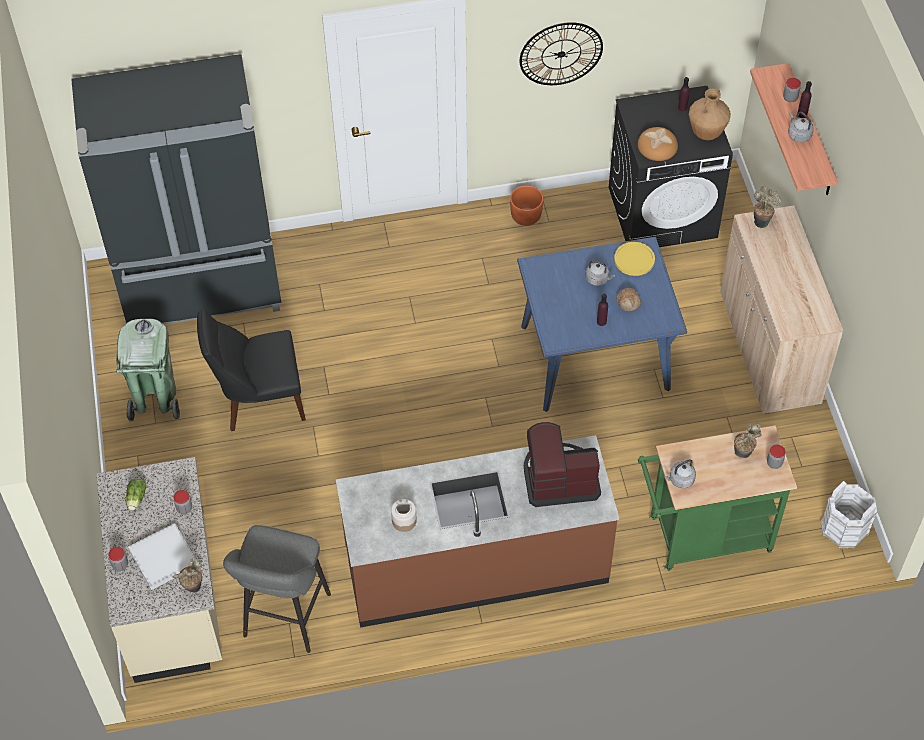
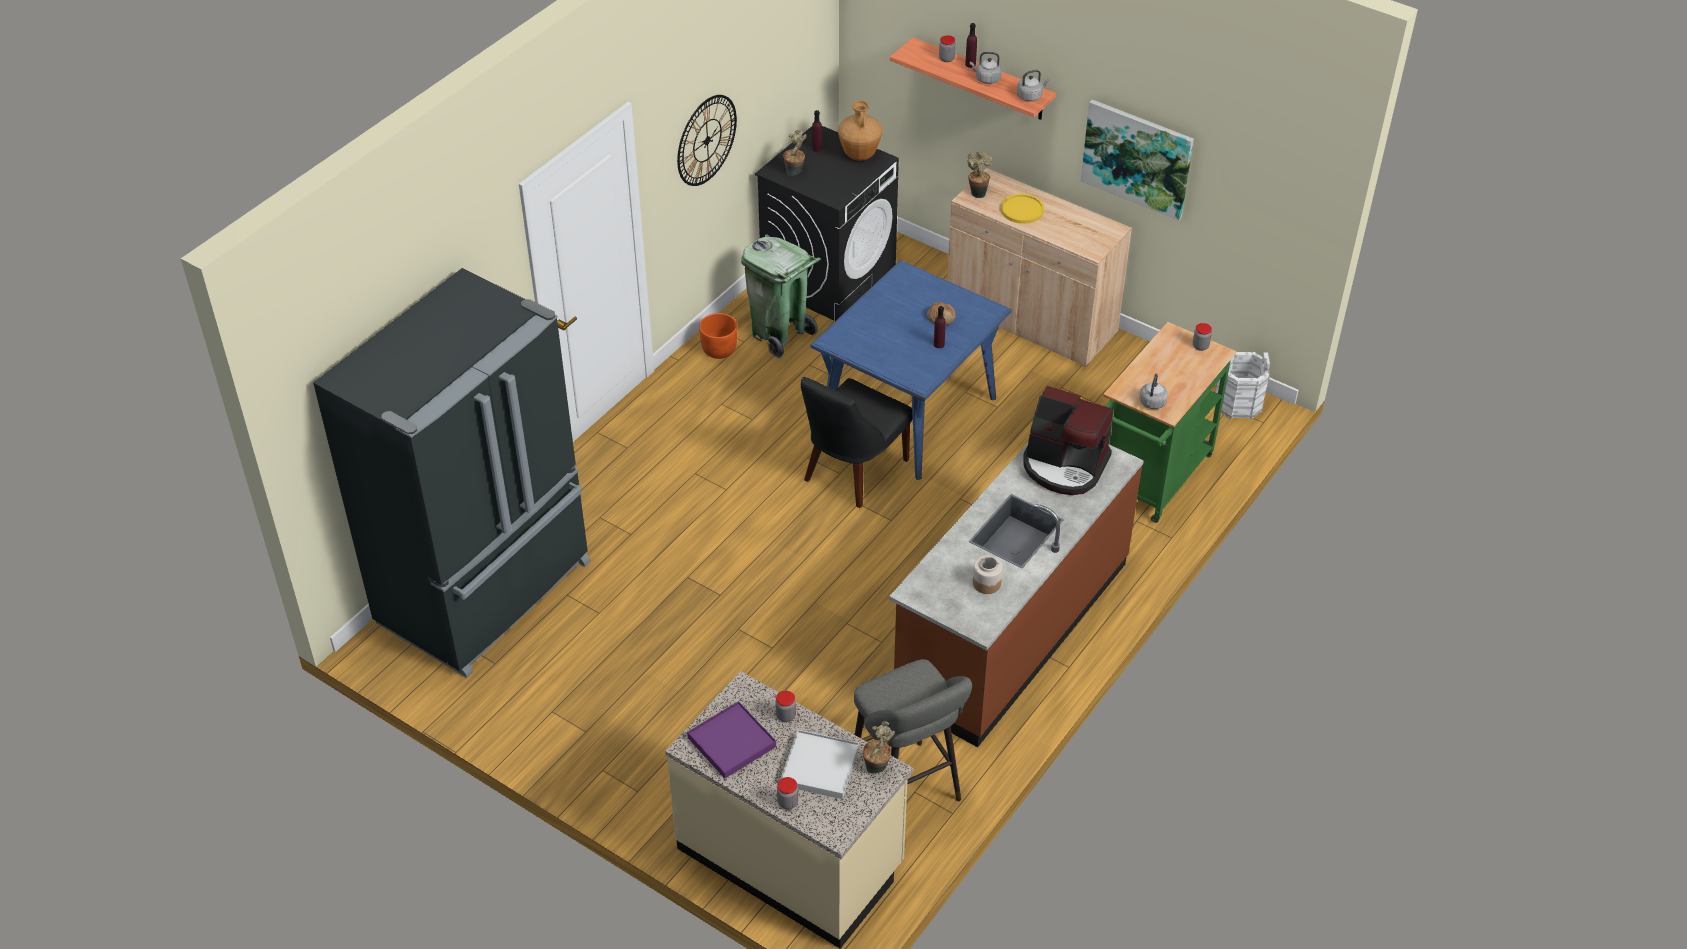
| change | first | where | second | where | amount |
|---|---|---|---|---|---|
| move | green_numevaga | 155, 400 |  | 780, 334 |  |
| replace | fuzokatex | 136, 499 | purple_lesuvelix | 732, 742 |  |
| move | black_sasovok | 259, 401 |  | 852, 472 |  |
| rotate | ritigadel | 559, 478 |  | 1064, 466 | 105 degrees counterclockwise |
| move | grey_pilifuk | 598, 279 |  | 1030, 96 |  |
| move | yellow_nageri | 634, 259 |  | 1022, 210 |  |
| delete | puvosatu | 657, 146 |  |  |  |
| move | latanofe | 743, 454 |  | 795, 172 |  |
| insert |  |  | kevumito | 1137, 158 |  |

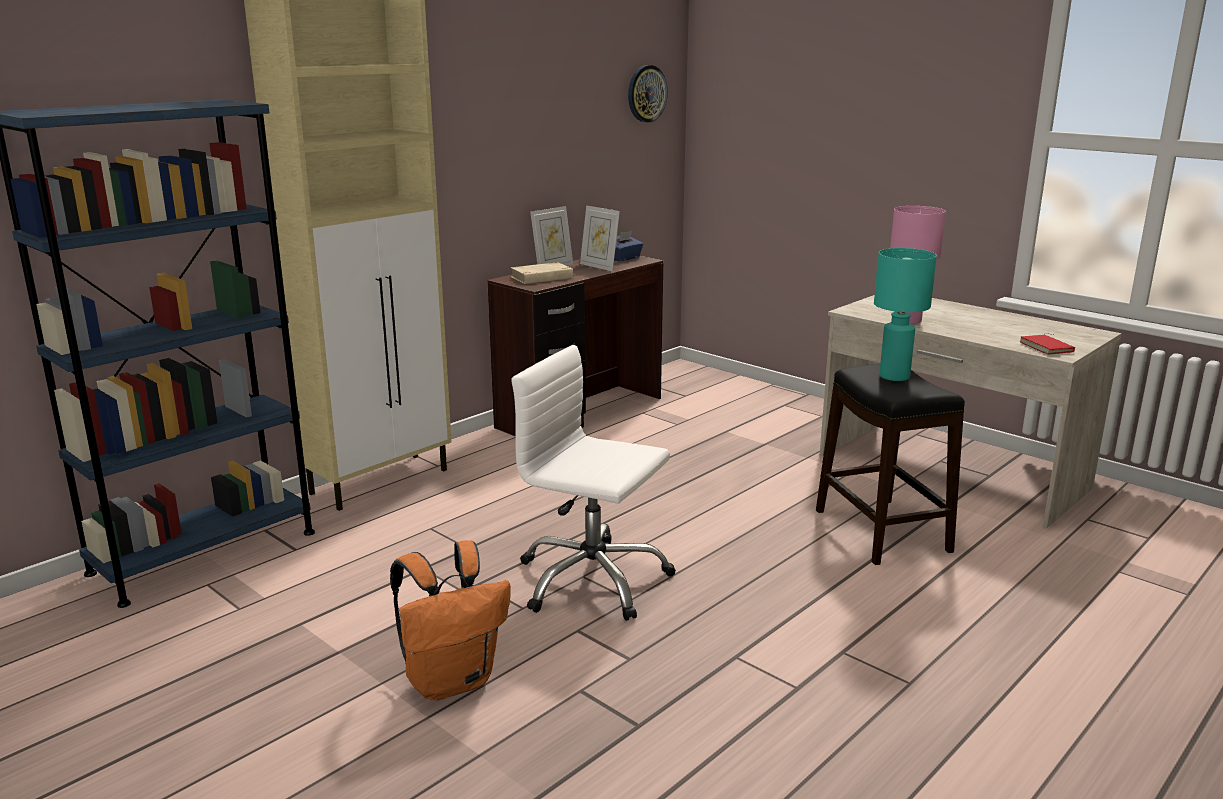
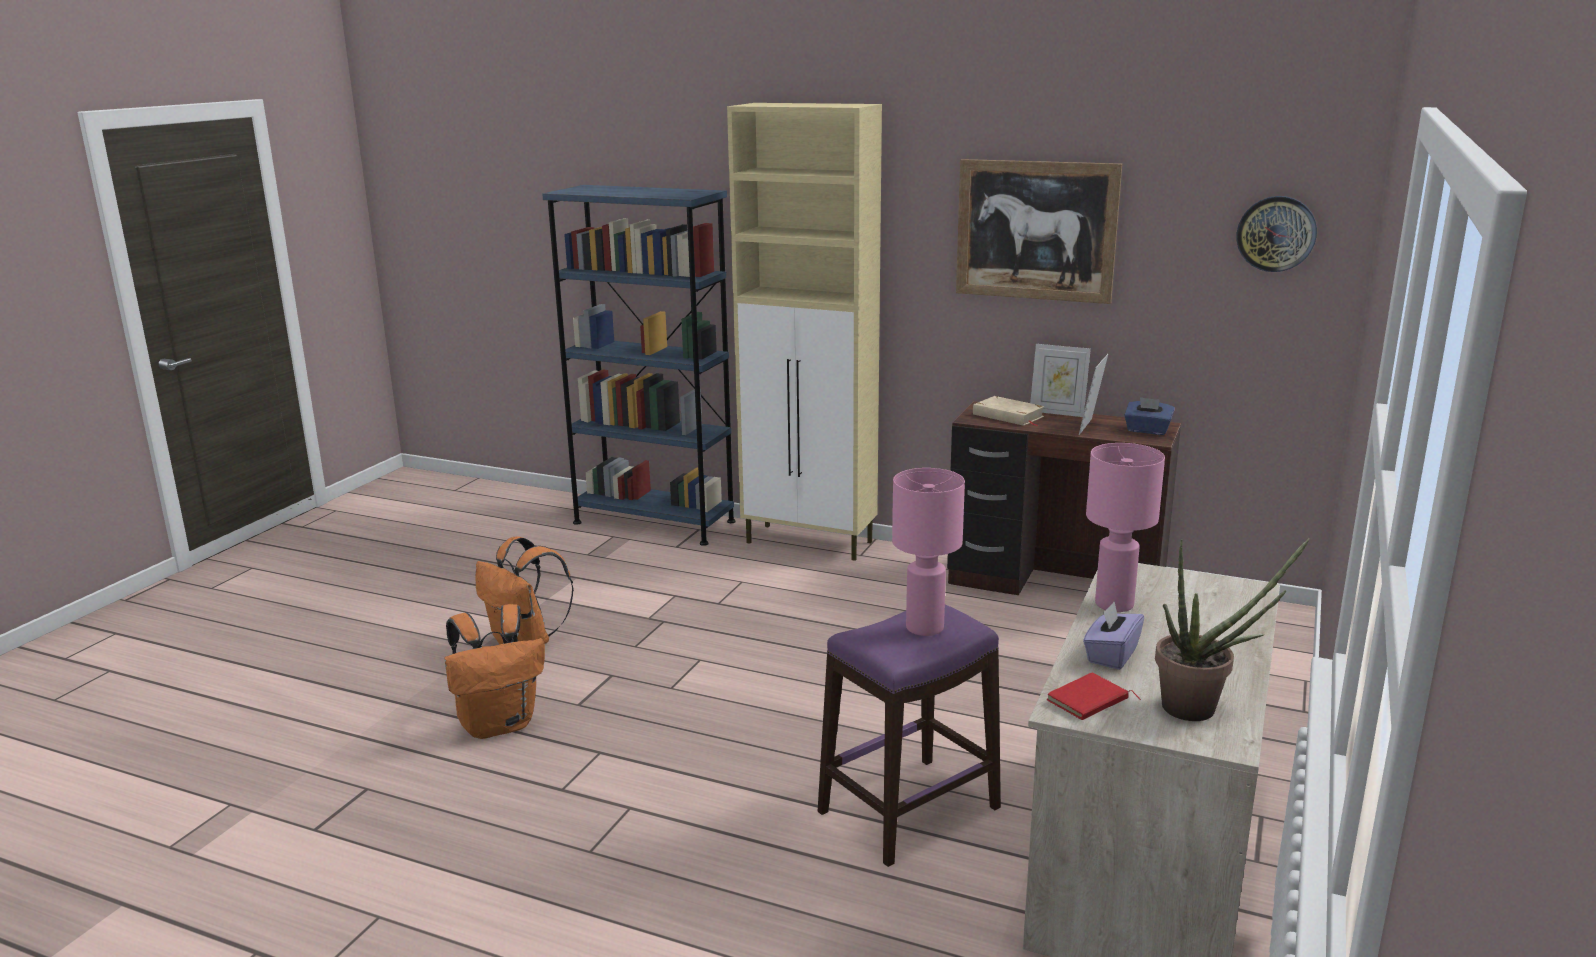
| change | first | where | second | where | amount |
|---|---|---|---|---|---|
| delete | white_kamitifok | 592, 580 |  |  |  |
| recolor | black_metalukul | 881, 531 | purple_metalukul | 907, 809 |  |
| recolor | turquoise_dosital | 894, 376 | pink_dosital | 926, 628 |  |
| insert |  |  | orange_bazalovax | 499, 724 |  |
| insert |  |  | kevumito | 1036, 230 |  |
| insert |  |  | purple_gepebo | 1111, 655 |  |
| insert |  |  | latanofe | 1201, 709 |  |

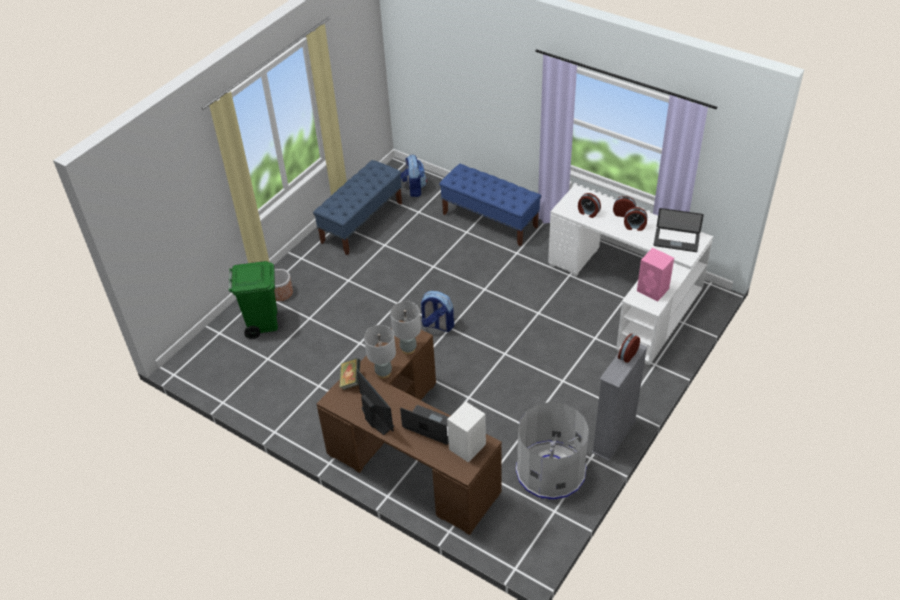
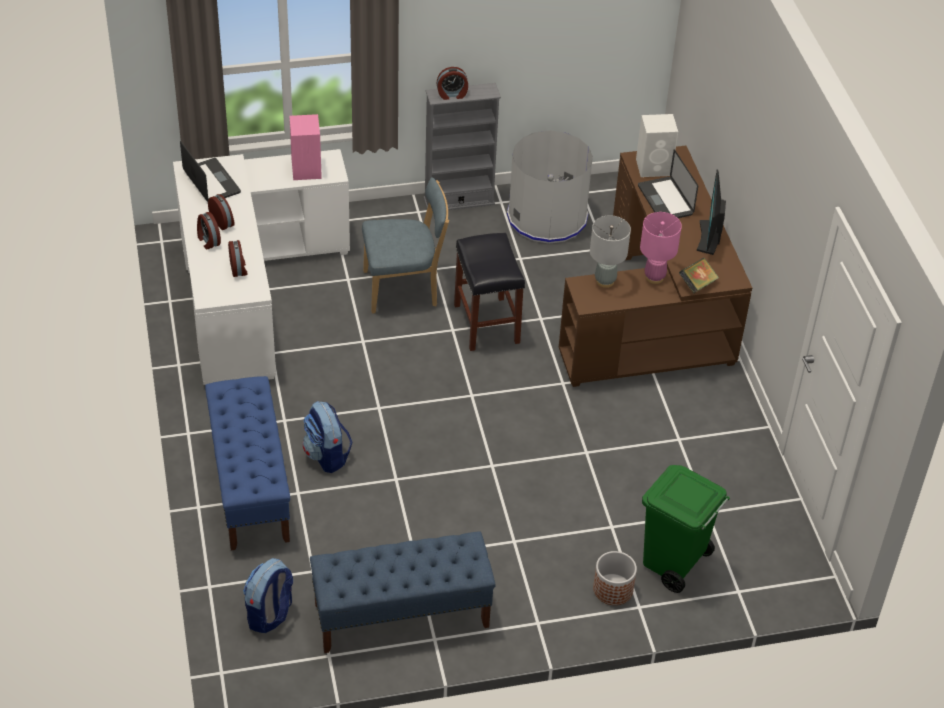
| change | first | where | second | where | amount |
|---|---|---|---|---|---|
| recolor | grey_dosital | 383, 373 | pink_dosital | 654, 277 |  |
| move | bazalovax | 437, 325 |  | 327, 456 |  |
| insert |  |  | blue_sasovok | 404, 289 |  |
| insert |  |  | black_metalukul | 485, 323 |  |

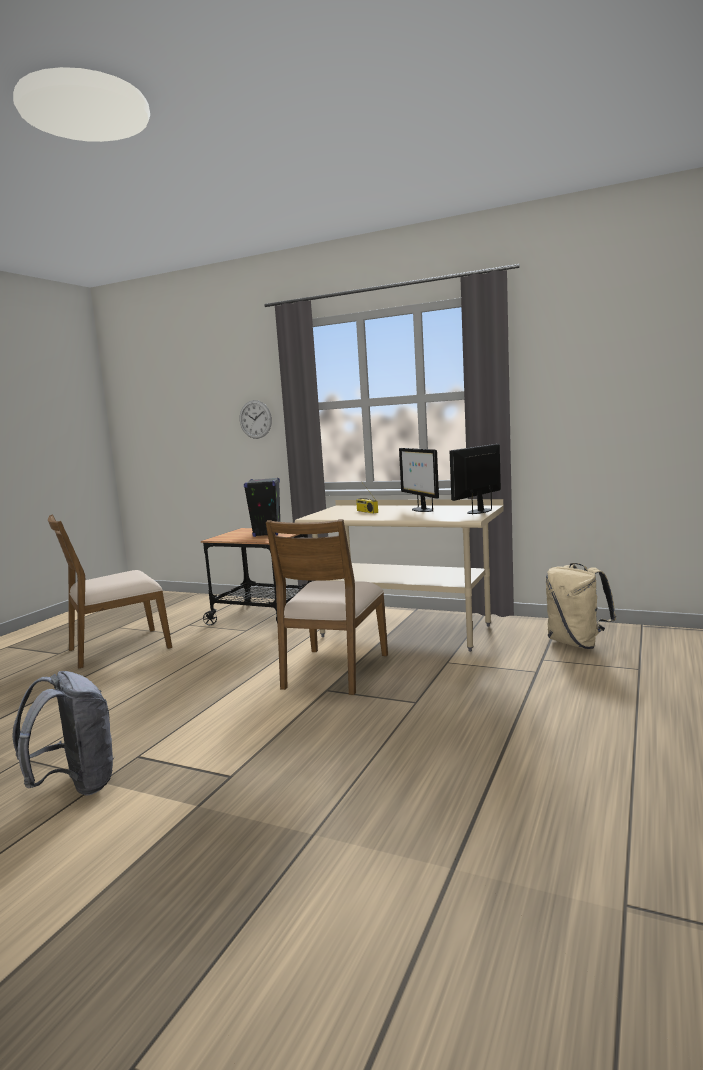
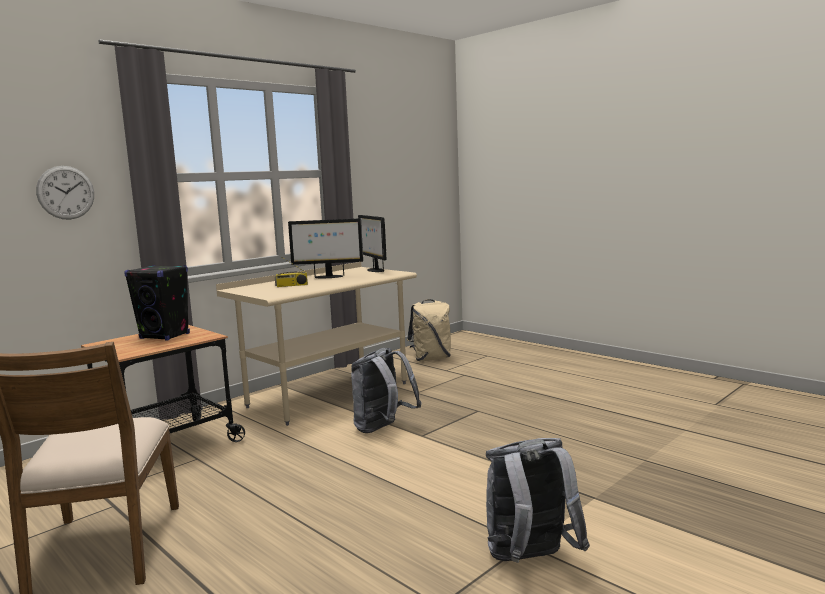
| change | first | where | second | where | amount |
|---|---|---|---|---|---|
| replace | brown_sasovok | 334, 671 | grey_bazalovax | 383, 429 |  |

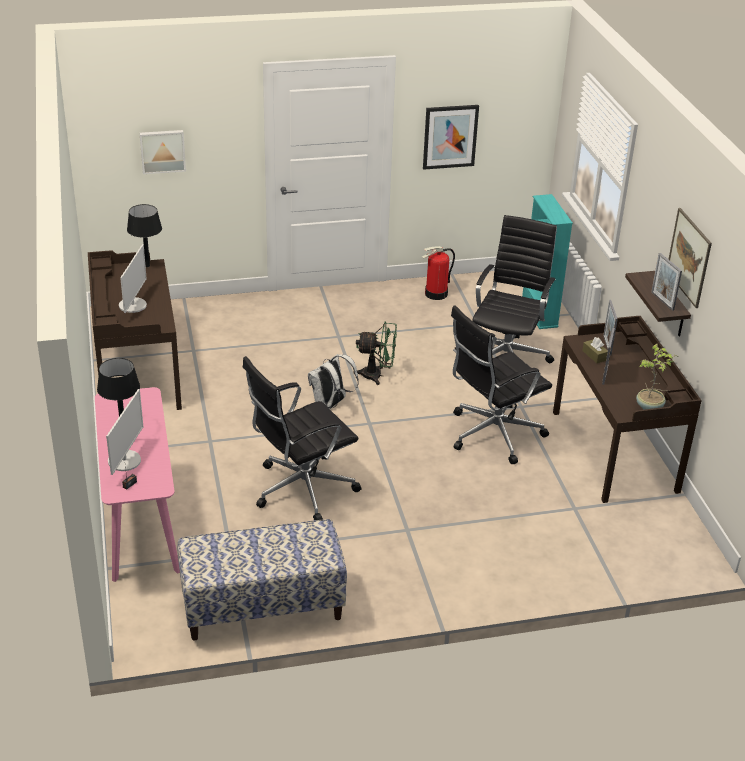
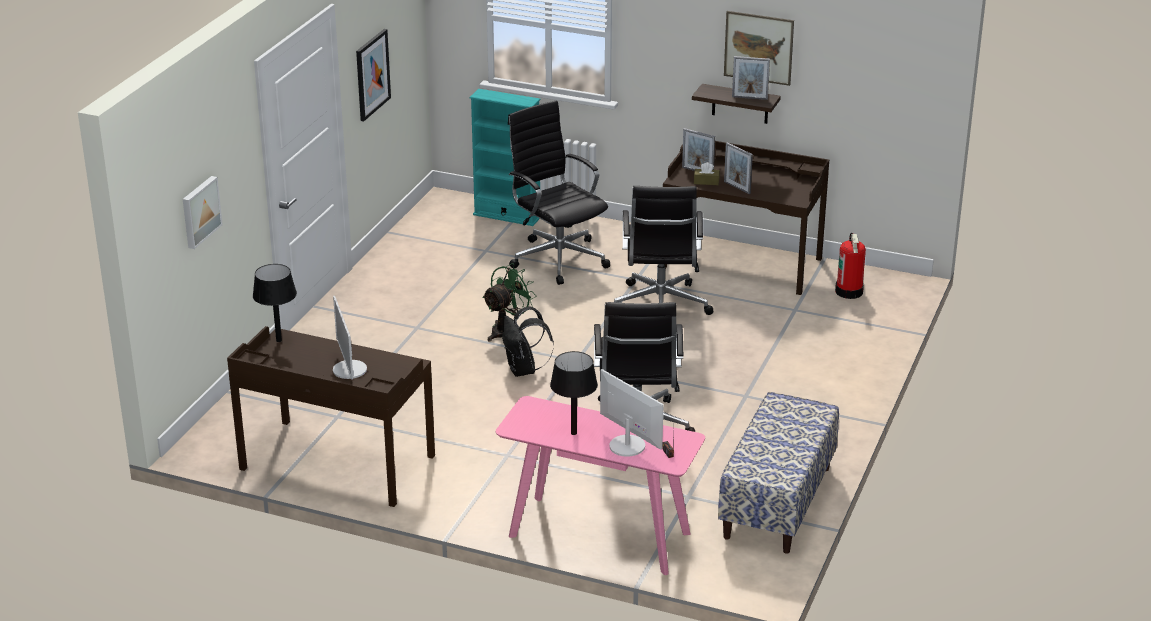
| change | first | where | second | where | amount |
|---|---|---|---|---|---|
| rotate | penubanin | 133, 305 |  | 349, 370 | 150 degrees counterclockwise |
| recolor | white_bazalovax | 330, 404 | black_bazalovax | 524, 370 |  |
| move | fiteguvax | 436, 294 |  | 849, 292 |  |
| delete | latanofe | 650, 407 |  |  |  |

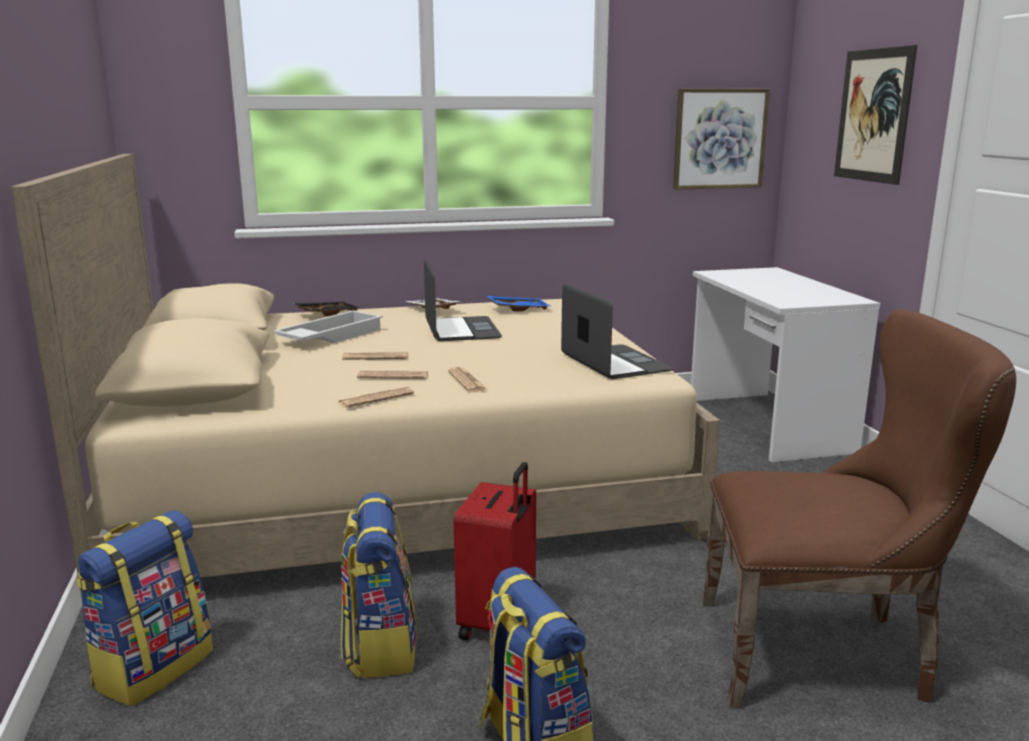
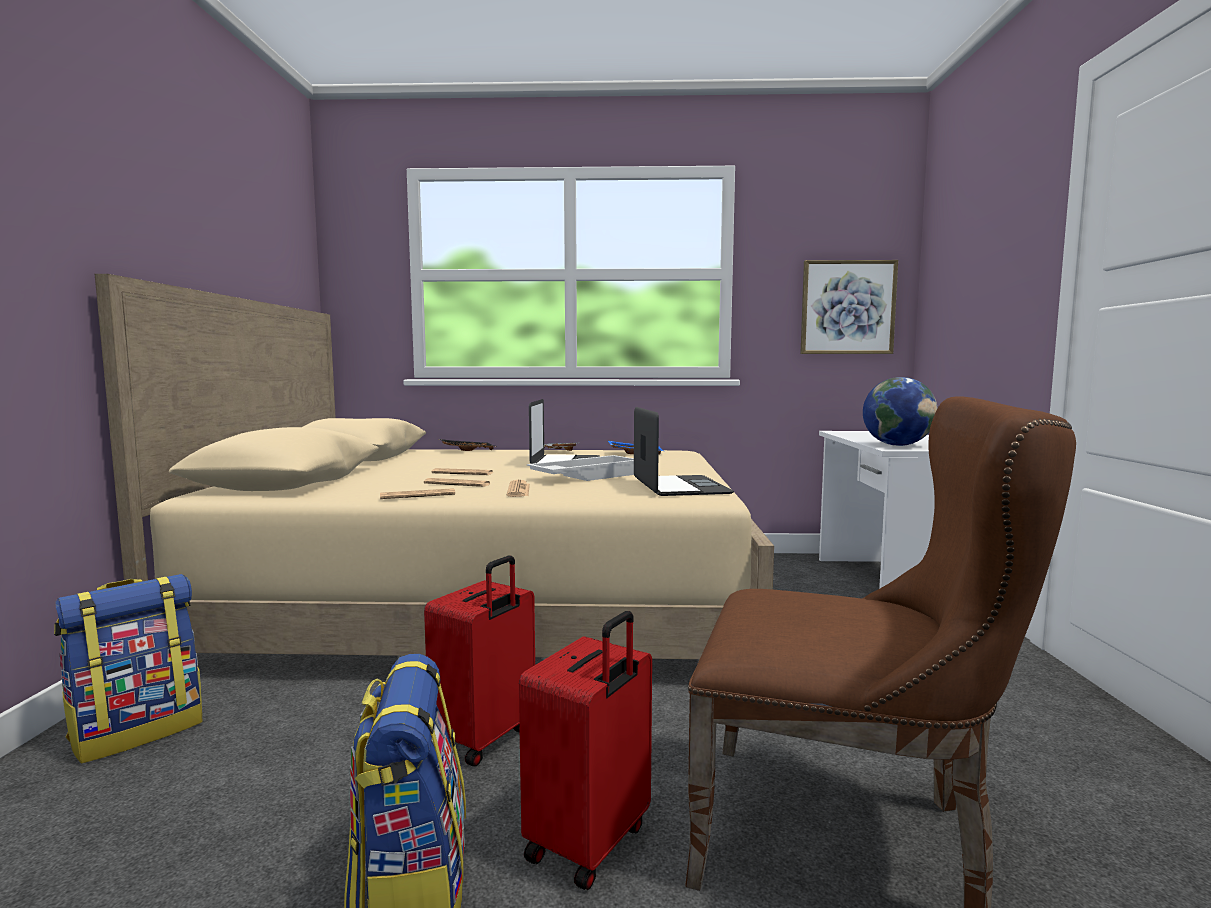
| change | first | where | second | where | amount |
|---|---|---|---|---|---|
| move | white_lesuvelix | 330, 336 |  | 585, 476 |  |
| delete | bazalovax | 379, 646 |  |  |  |
| delete | kevumito | 873, 115 |  |  |  |
| insert |  |  | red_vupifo | 590, 843 |  |
| insert |  |  | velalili | 897, 445 |  |

